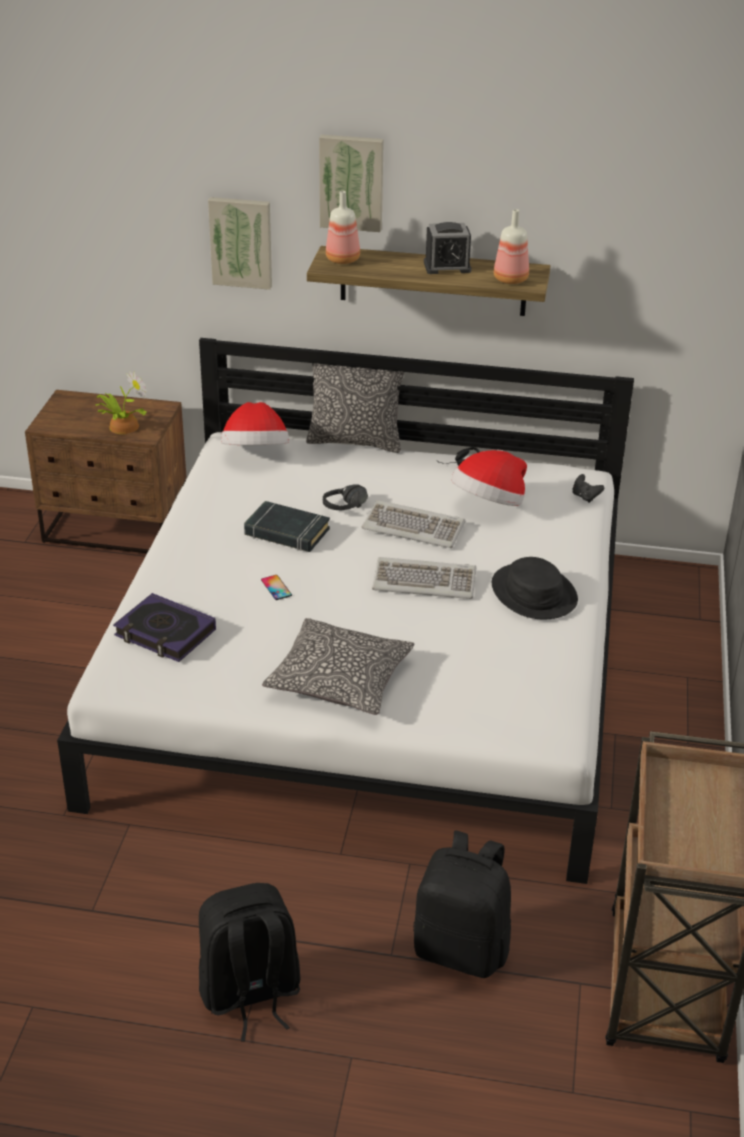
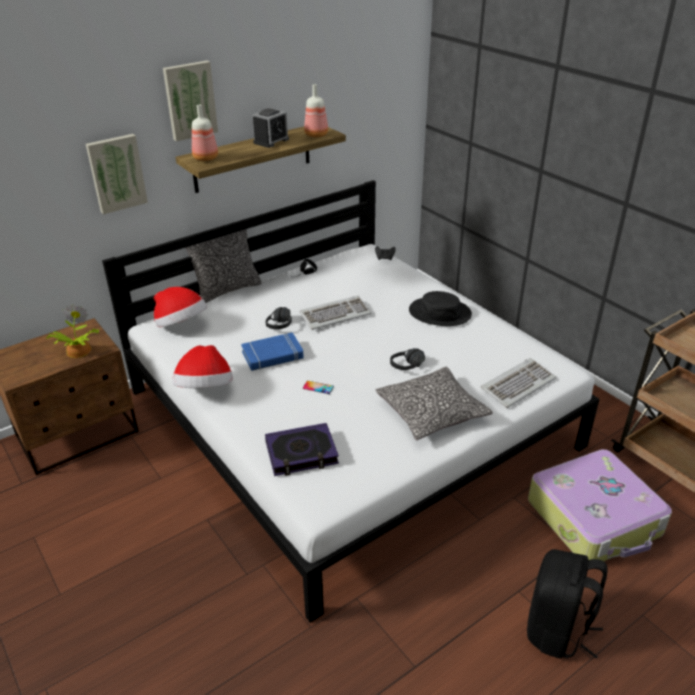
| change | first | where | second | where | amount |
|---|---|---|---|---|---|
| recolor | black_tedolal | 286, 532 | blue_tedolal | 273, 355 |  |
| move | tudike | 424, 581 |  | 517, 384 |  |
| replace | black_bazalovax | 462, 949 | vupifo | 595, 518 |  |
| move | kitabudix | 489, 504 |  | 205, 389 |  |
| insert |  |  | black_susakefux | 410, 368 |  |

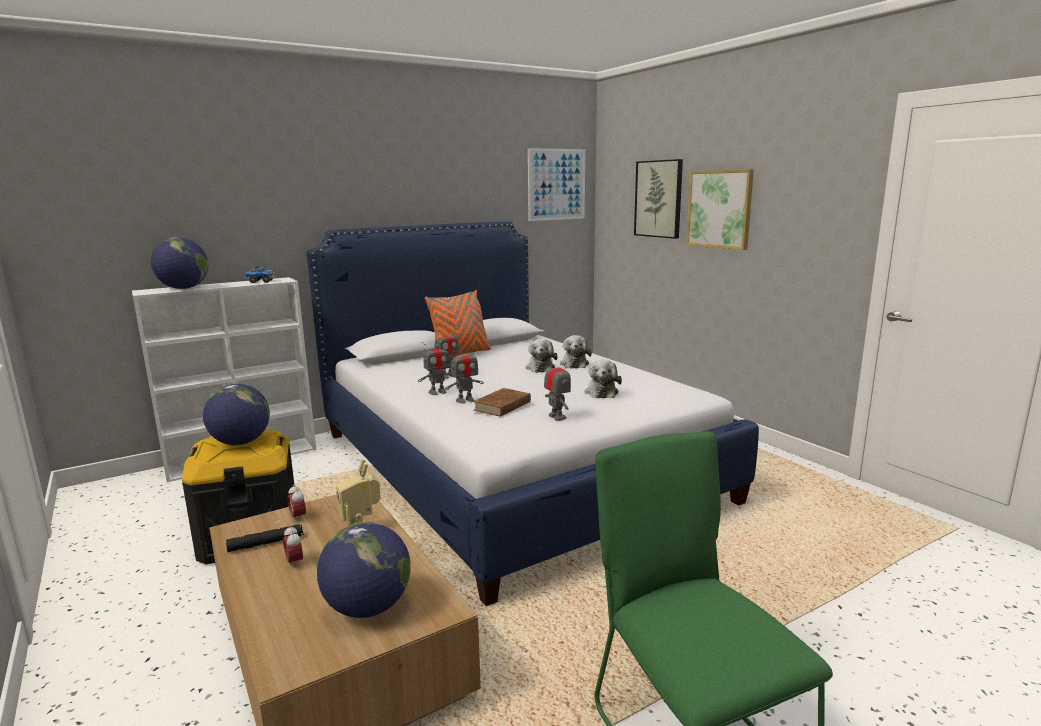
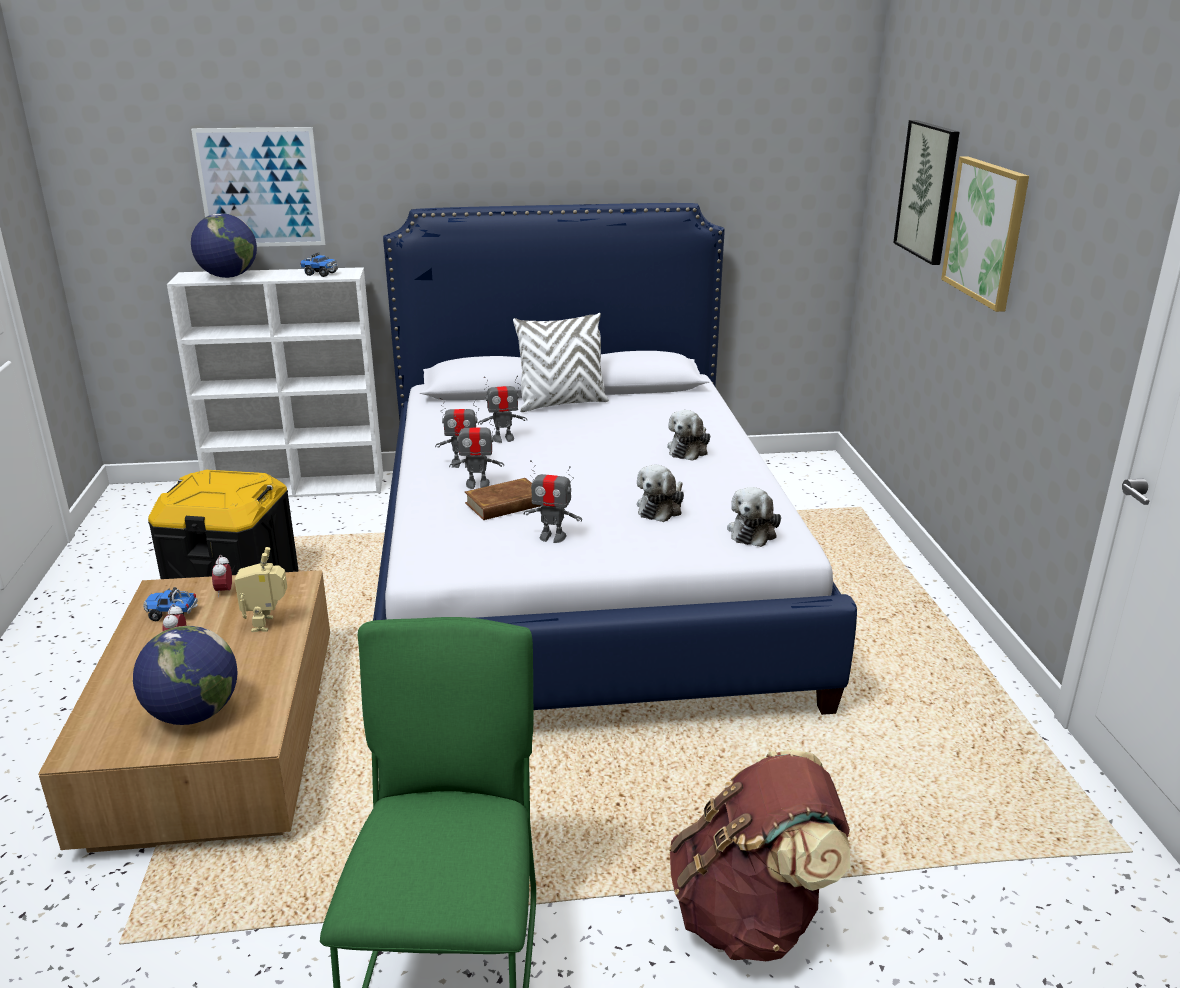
| change | first | where | second | where | amount |
|---|---|---|---|---|---|
| delete | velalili | 241, 442 |  |  |  |
| replace | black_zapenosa | 266, 543 | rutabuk | 172, 614 |  |
| recolor | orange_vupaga | 461, 355 | white_vupaga | 562, 403 |  |
| move | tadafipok | 540, 367 |  | 753, 531 |  |
| move | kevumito | 556, 184 |  | 260, 188 |  |
| rotate | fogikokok | 557, 417 |  | 552, 537 | 105 degrees clockwise |
| insert |  |  | brown_bazalovax | 752, 916 |  |

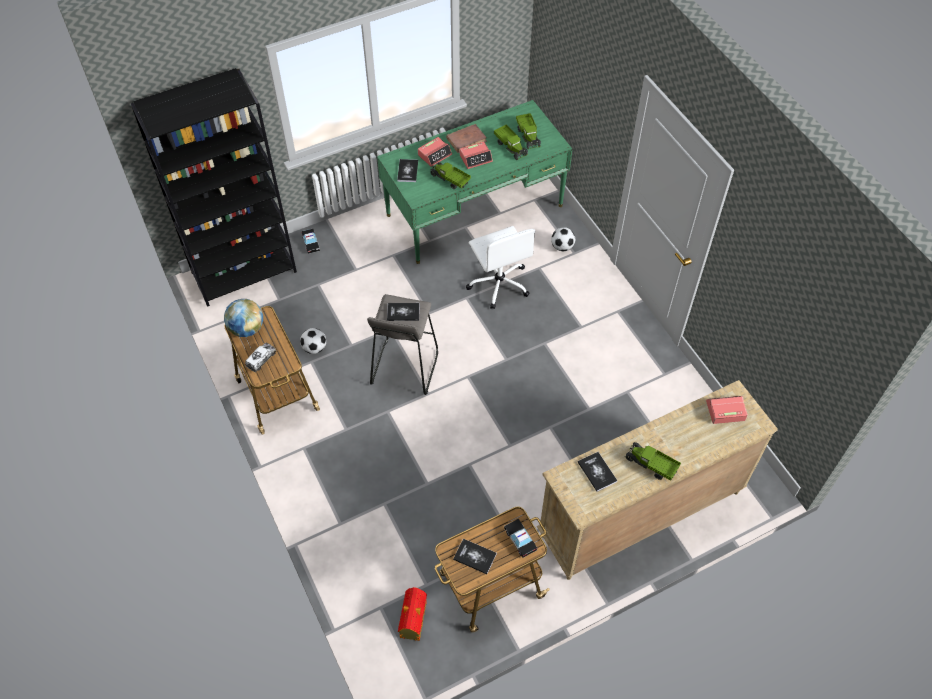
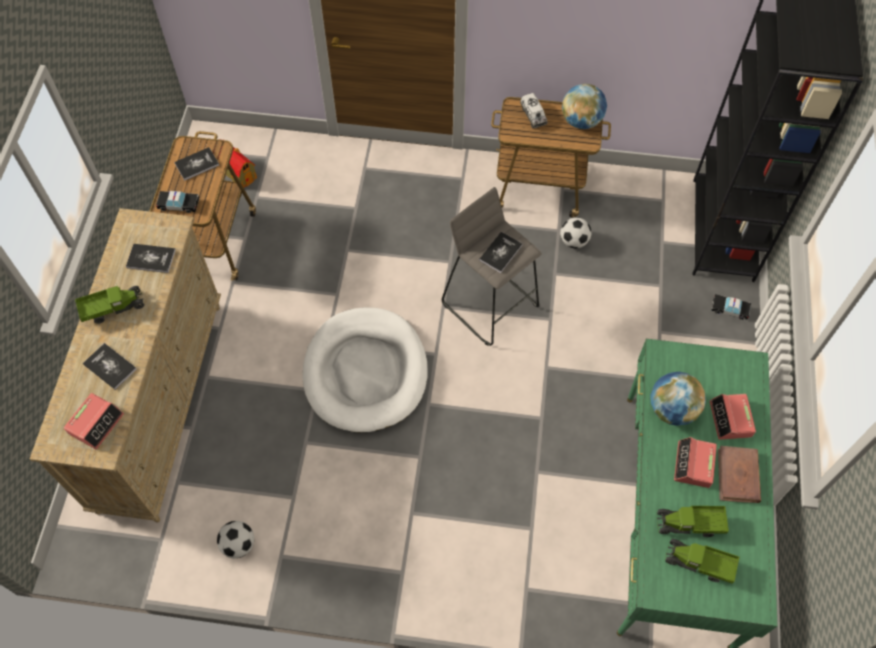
| change | first | where | second | where | amount |
|---|---|---|---|---|---|
| move | tedolal | 407, 171 |  | 110, 367 |  |
| replace | rutabuk | 450, 180 | velalili | 671, 409 |  |
| delete | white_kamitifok | 499, 283 |  |  |  |
| move | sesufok | 562, 247 |  | 238, 544 |  |
| insert |  |  | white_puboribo | 365, 372 |  |

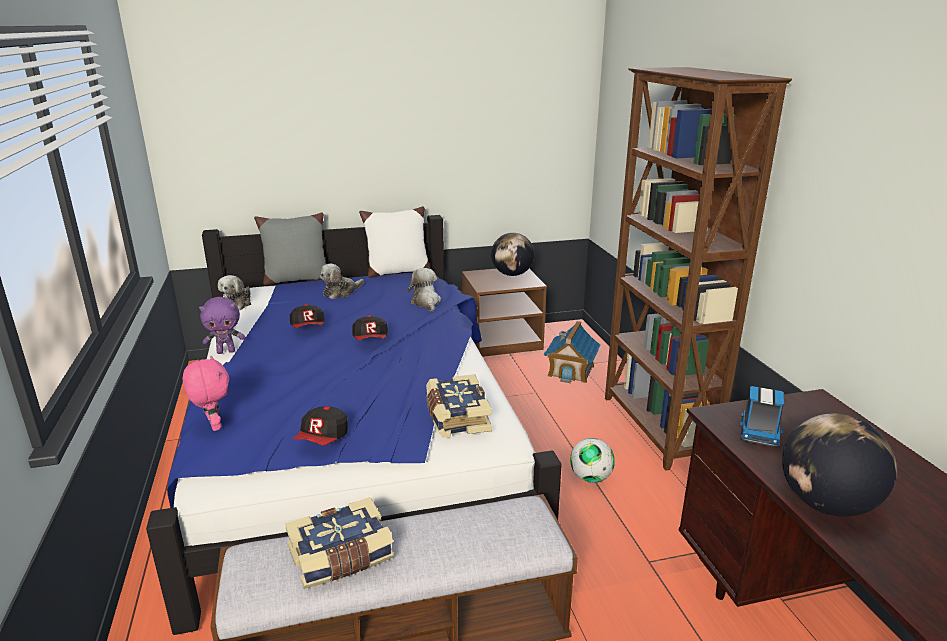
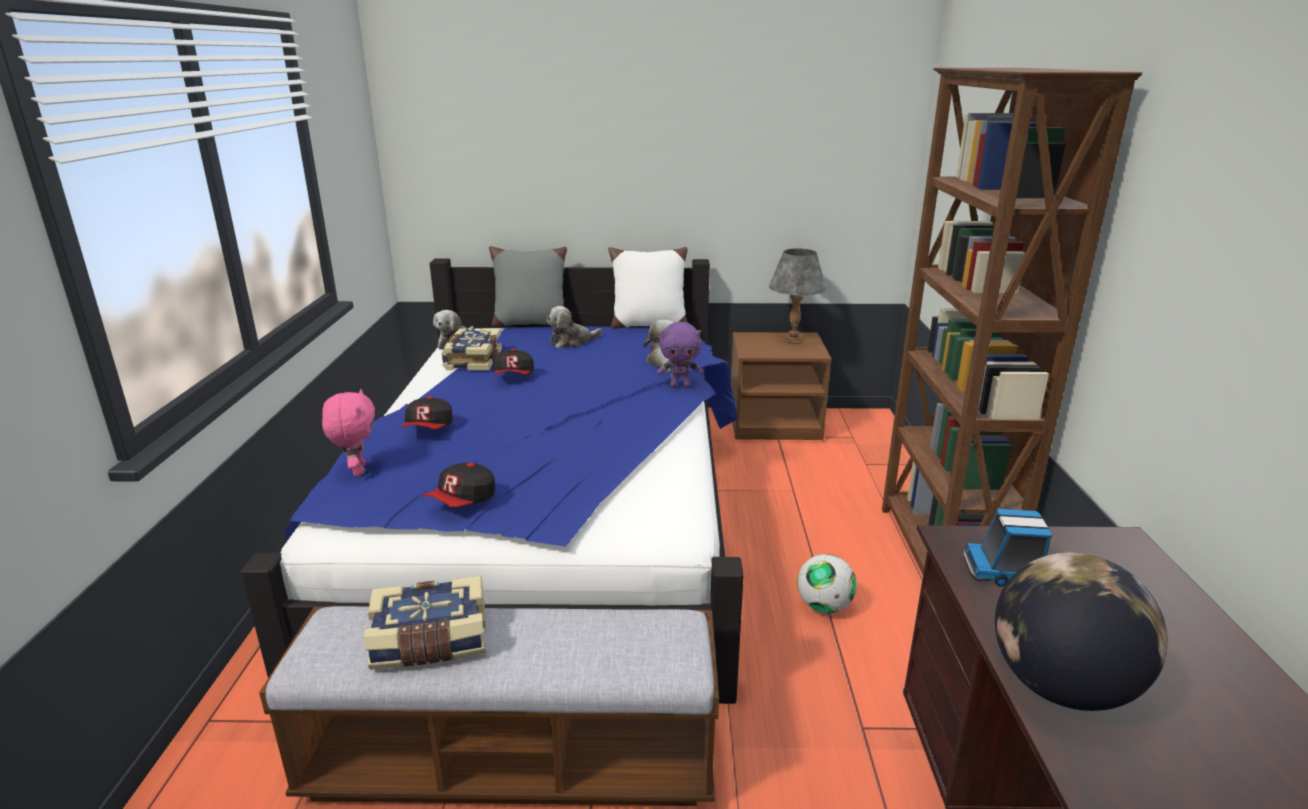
| change | first | where | second | where | amount |
|---|---|---|---|---|---|
| move | purple_tadafipok | 226, 351 |  | 680, 386 |  |
| move | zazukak | 371, 339 |  | 428, 429 |  |
| move | tedolal | 456, 417 |  | 472, 360 |  |
| replace | velalili | 512, 274 | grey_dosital | 793, 341 |  |
| delete | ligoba | 571, 371 |  |  |  |
| rotate | rutabuk | 759, 432 |  | 1007, 572 | 60 degrees clockwise |

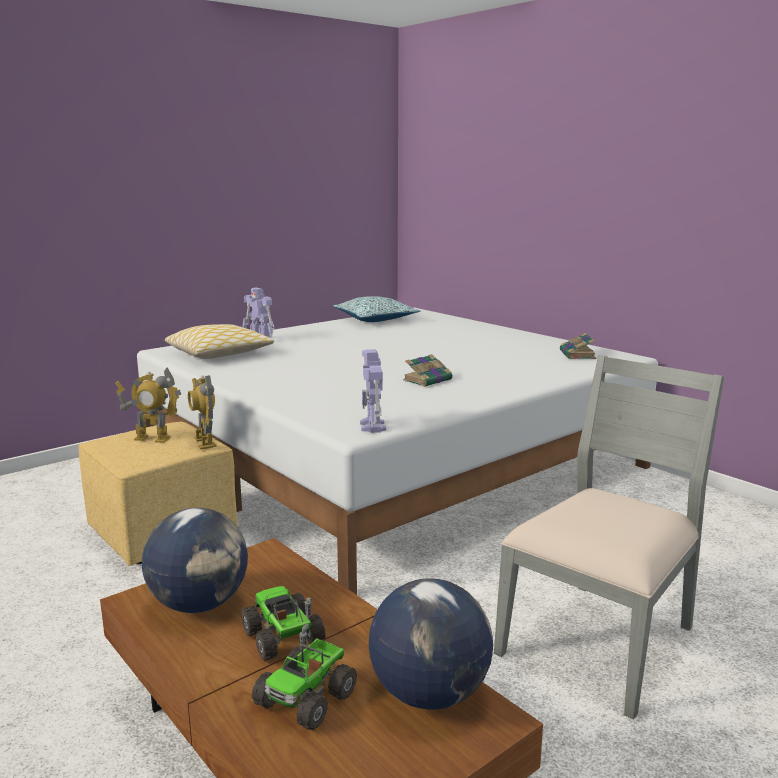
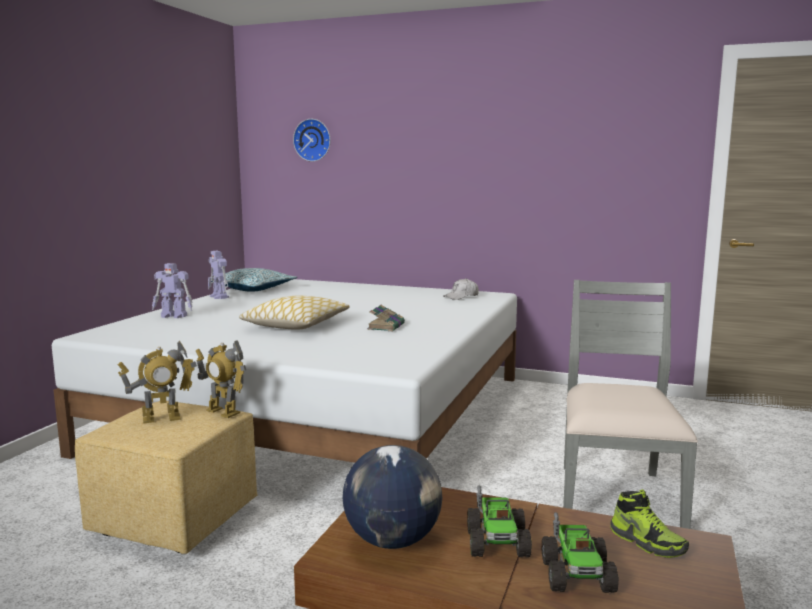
| change | first | where | second | where | amount |
|---|---|---|---|---|---|
| move | vupaga | 219, 354 |  | 296, 325 |  |
| rotate | rutabuk | 283, 638 |  | 497, 542 | 120 degrees counterclockwise |
| move | fogikokok | 372, 426 |  | 219, 297 |  |
| replace | velalili | 430, 694 | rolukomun | 647, 542 |  |
| replace | tedolal | 577, 355 | white_zazukak | 461, 297 |  |
| insert |  |  | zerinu | 313, 140 |  |

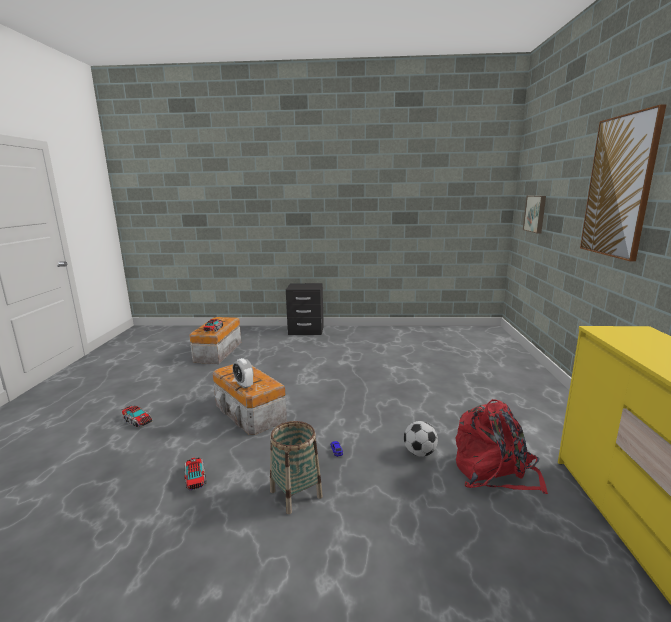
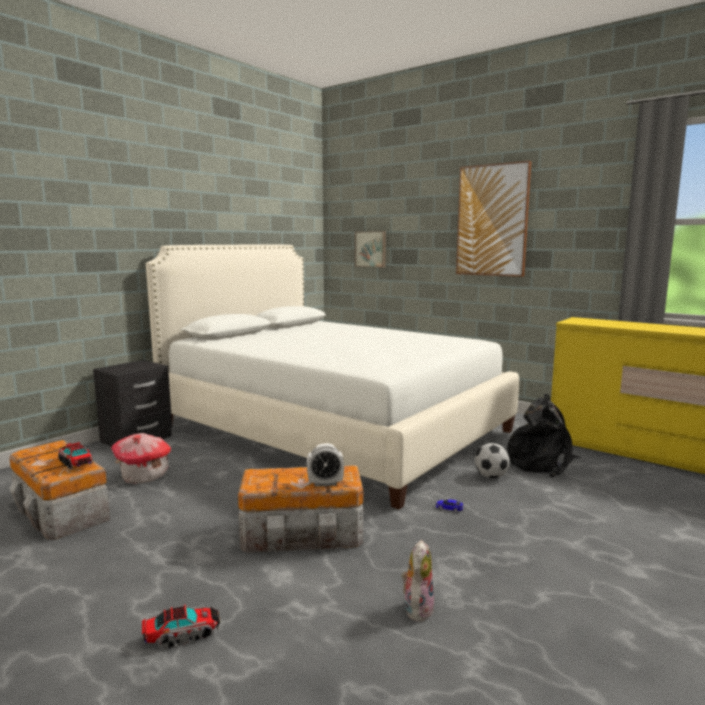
| change | first | where | second | where | amount |
|---|---|---|---|---|---|
| replace | rutabuk | 195, 479 | tadafipok | 417, 608 |  |
| delete | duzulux | 296, 493 |  |  |  |
| recolor | red_bazalovax | 494, 472 | black_bazalovax | 541, 462 |  |
| insert |  |  | ligoba | 144, 475 |  |
| insert |  |  | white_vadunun | 333, 428 |  |

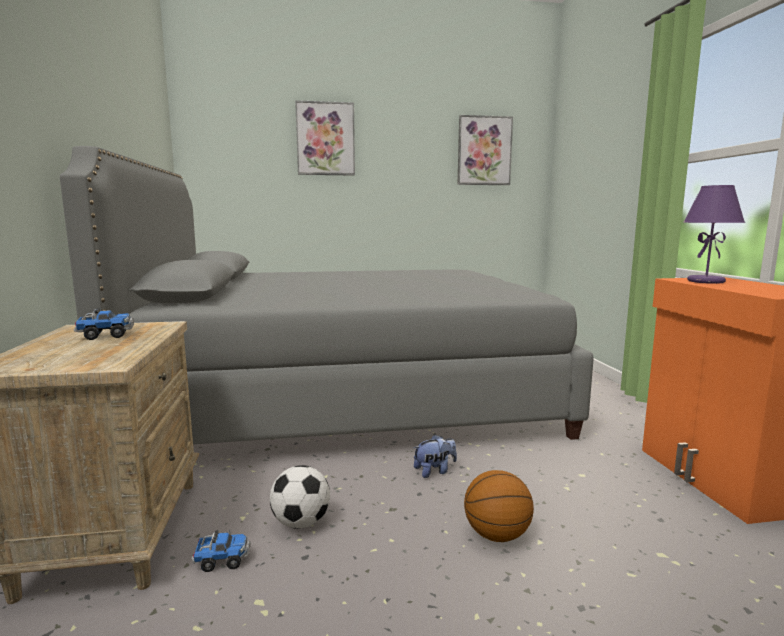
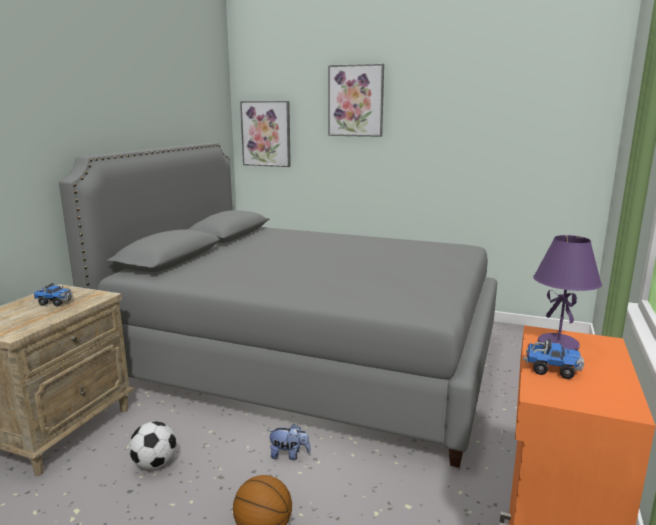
| change | first | where | second | where | amount |
|---|---|---|---|---|---|
| move | rutabuk | 222, 561 |  | 551, 370 |  |
| move | kevumito | 484, 151 |  | 266, 133 |  |

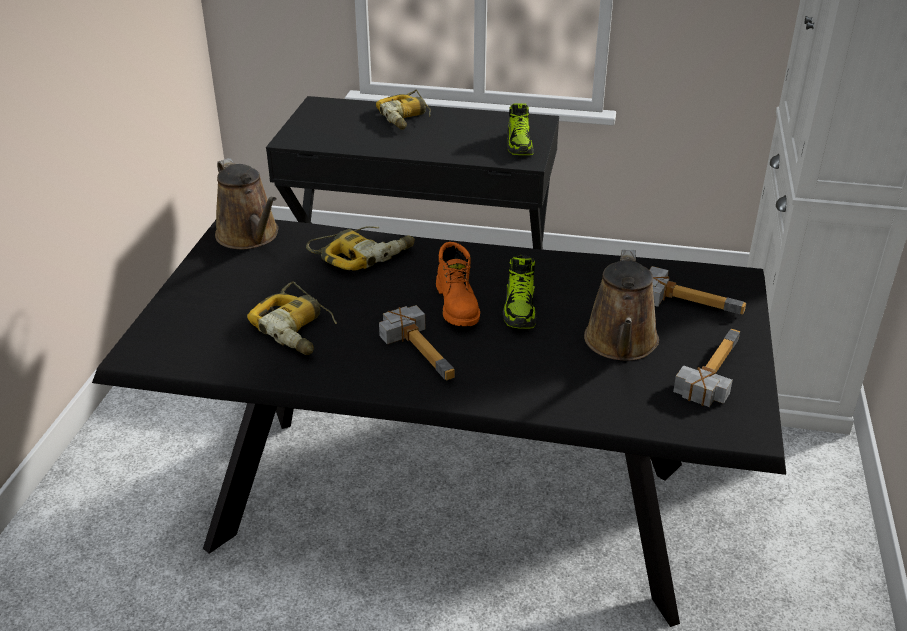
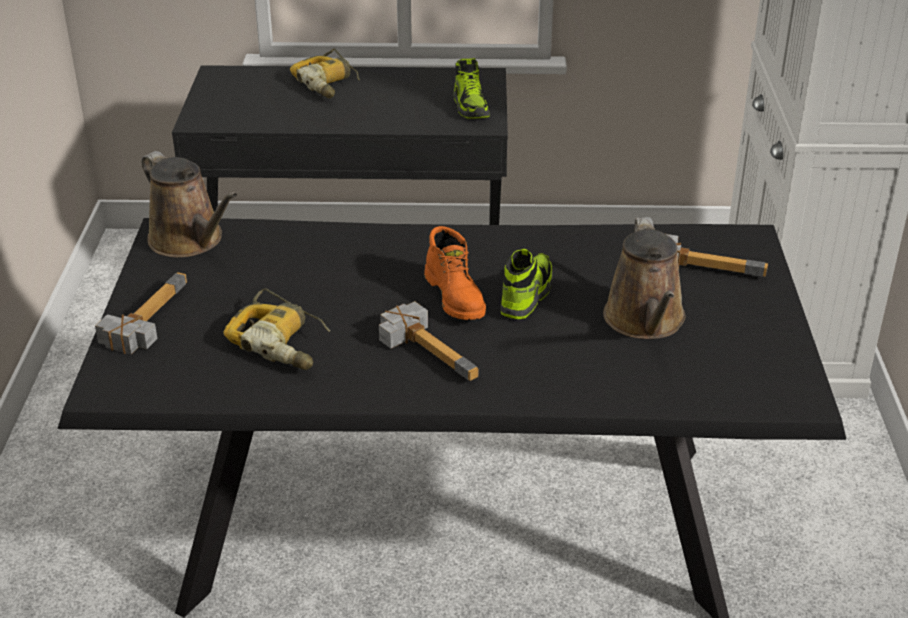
| change | first | where | second | where | amount |
|---|---|---|---|---|---|
| delete | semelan | 363, 254 |  |  |  |
| rotate | rolukomun | 520, 310 |  | 526, 295 | 150 degrees counterclockwise |
| move | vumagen | 707, 371 |  | 143, 318 |  |

